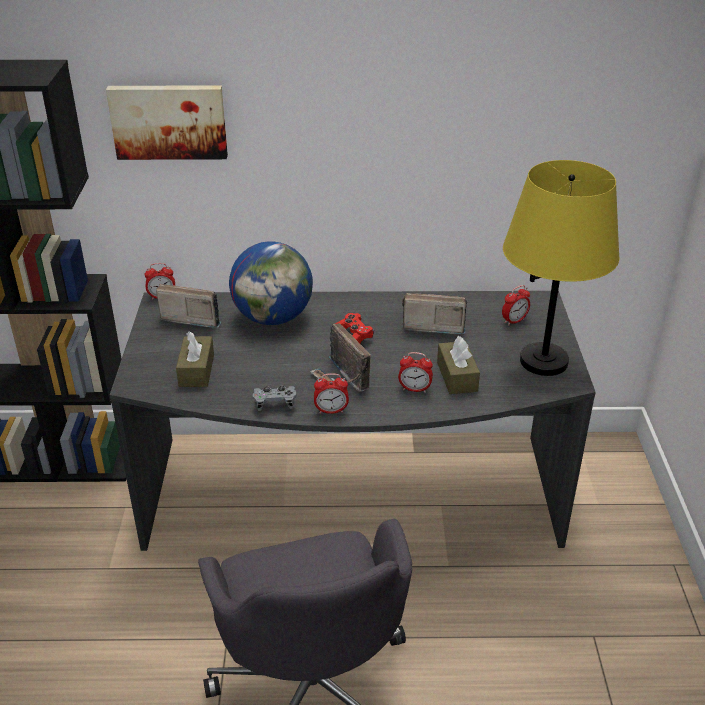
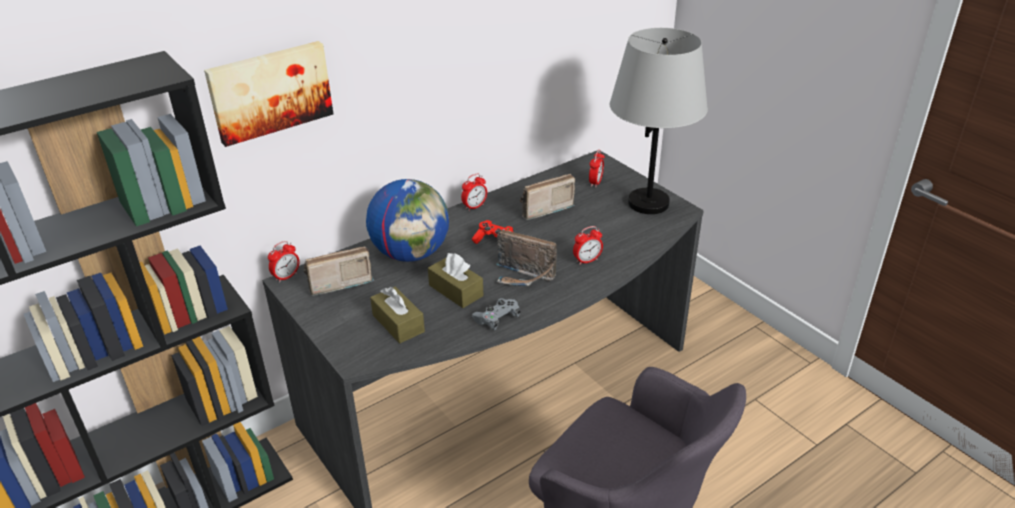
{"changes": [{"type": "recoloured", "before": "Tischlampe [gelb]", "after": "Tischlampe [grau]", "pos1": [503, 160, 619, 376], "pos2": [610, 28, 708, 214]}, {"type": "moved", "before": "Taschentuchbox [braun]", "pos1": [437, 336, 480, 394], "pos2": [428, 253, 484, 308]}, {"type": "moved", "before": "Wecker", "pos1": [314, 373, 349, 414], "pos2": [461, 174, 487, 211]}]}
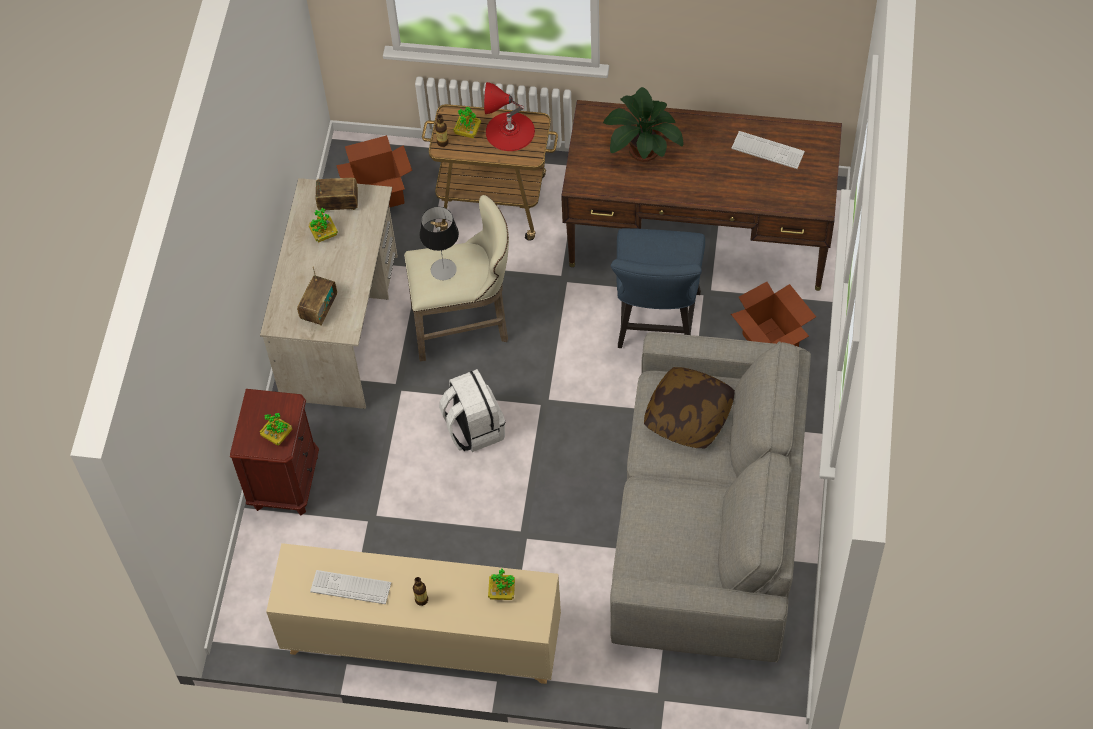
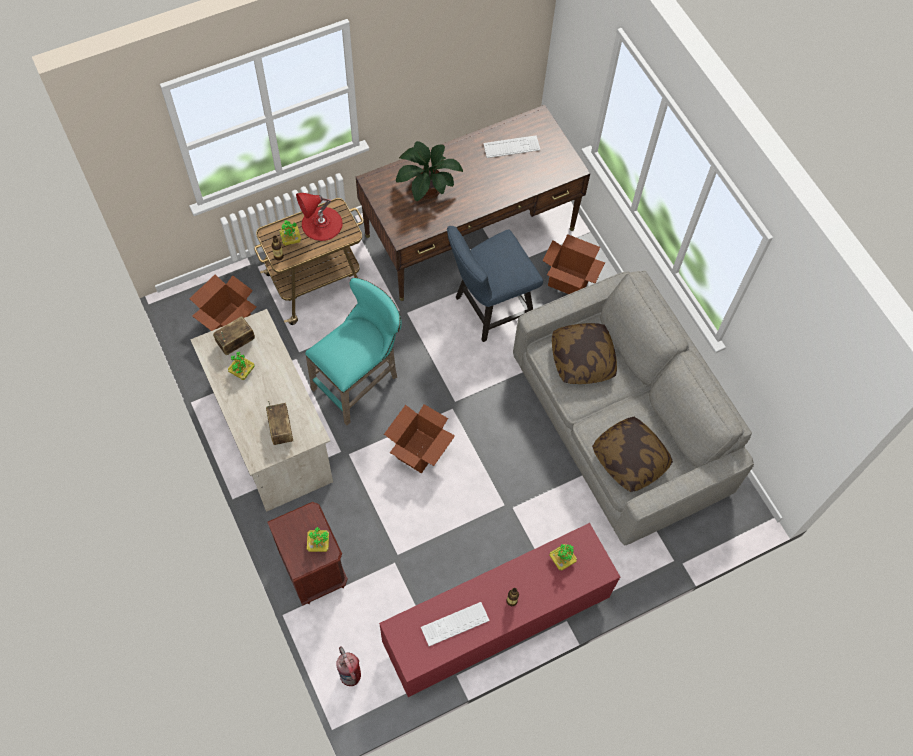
{"changes": [{"type": "recoloured", "before": "Hocker [beige]", "after": "Hocker [türkis]", "pos1": [404, 195, 509, 362], "pos2": [305, 277, 402, 426]}, {"type": "removed", "before": "Tischlampe", "pos1": [420, 206, 459, 280]}, {"type": "turned", "before": "Stuhl [blau]", "pos1": [611, 228, 705, 348], "pos2": [447, 226, 543, 342], "turn": 90}, {"type": "replaced", "before": "Rucksack [weiß]", "after": "Karton", "pos1": [439, 369, 505, 452], "pos2": [384, 404, 455, 473]}, {"type": "recoloured", "before": "Schrank [beige]", "after": "Schrank [rot]", "pos1": [266, 543, 561, 684], "pos2": [379, 523, 620, 697]}, {"type": "added", "after": "Kissen", "pos2": [592, 417, 673, 492]}, {"type": "added", "after": "Feuerlöscher", "pos2": [336, 646, 361, 686]}]}
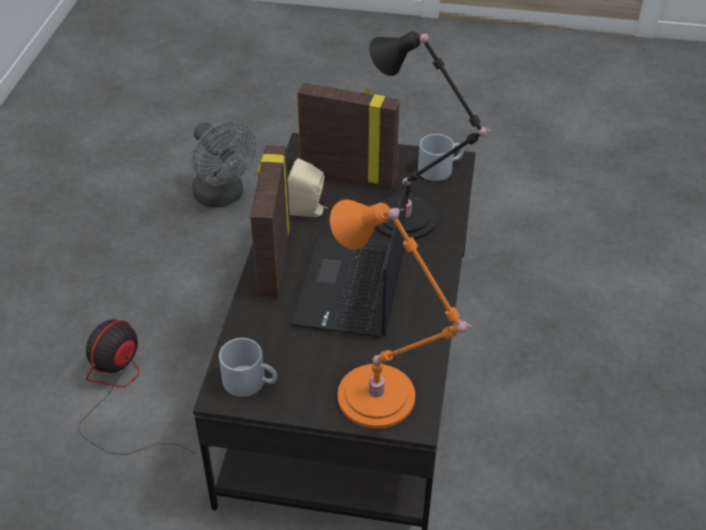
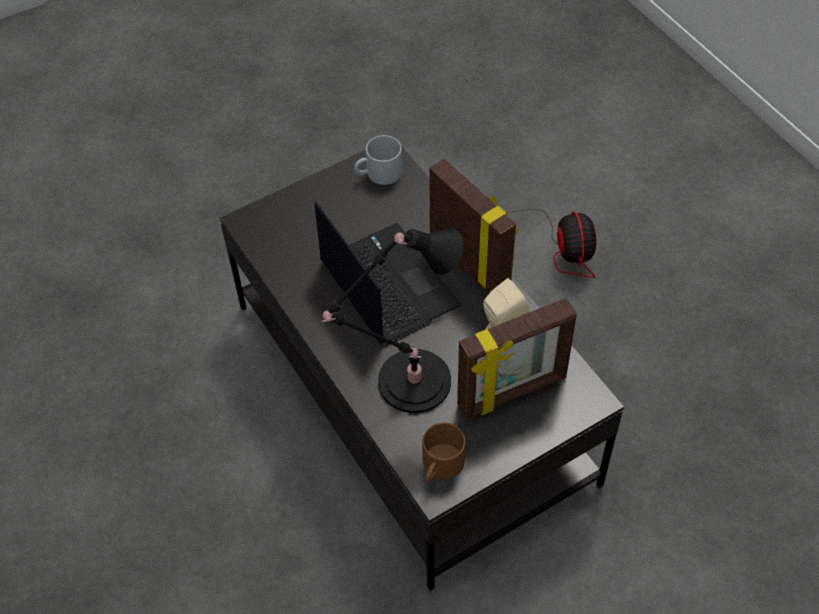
{"changes": [{"type": "removed", "before": "Ventilator [grau]", "pos1": [192, 121, 256, 207]}, {"type": "recoloured", "before": "Henkelbecher [grau]", "after": "Henkelbecher [braun]", "pos1": [418, 134, 464, 181], "pos2": [422, 423, 466, 483]}, {"type": "removed", "before": "Tischlampe [orange]", "pos1": [330, 200, 472, 428]}]}
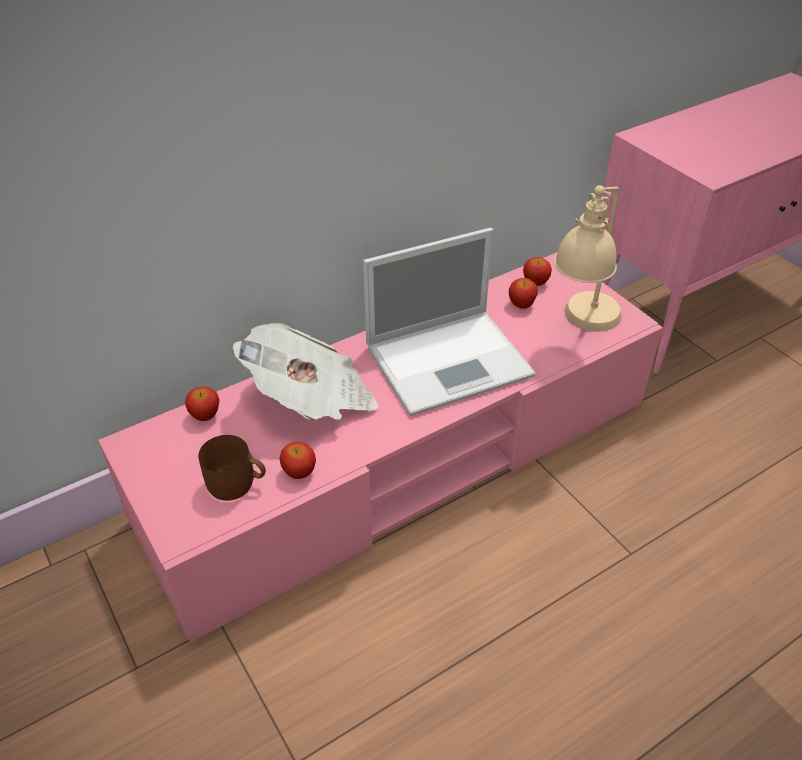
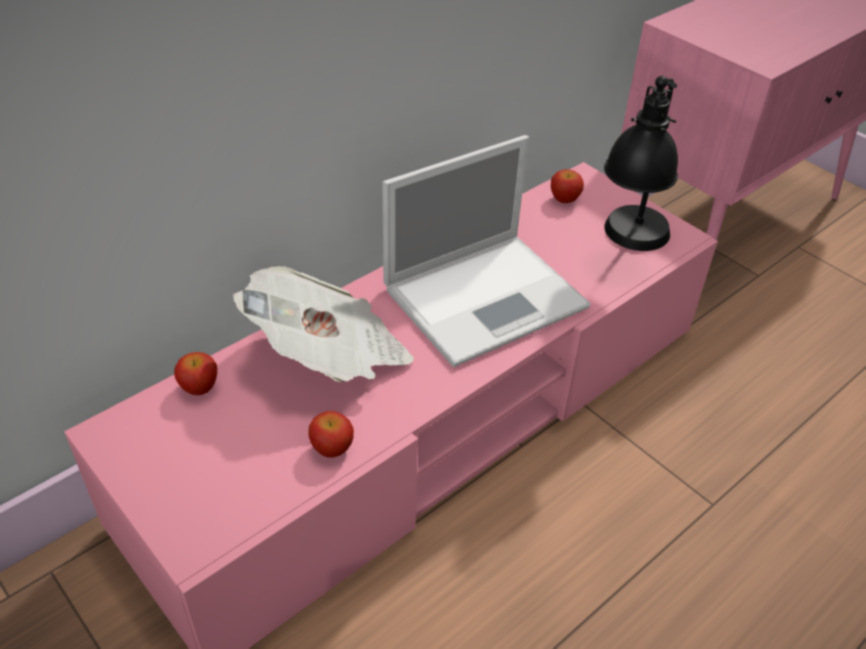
{"changes": [{"type": "recoloured", "before": "Tischlampe [beige]", "after": "Tischlampe [schwarz]", "pos1": [554, 185, 622, 332], "pos2": [604, 76, 678, 251]}, {"type": "removed", "before": "Apfel", "pos1": [509, 278, 538, 309]}, {"type": "removed", "before": "Henkelbecher [braun]", "pos1": [198, 435, 266, 501]}]}
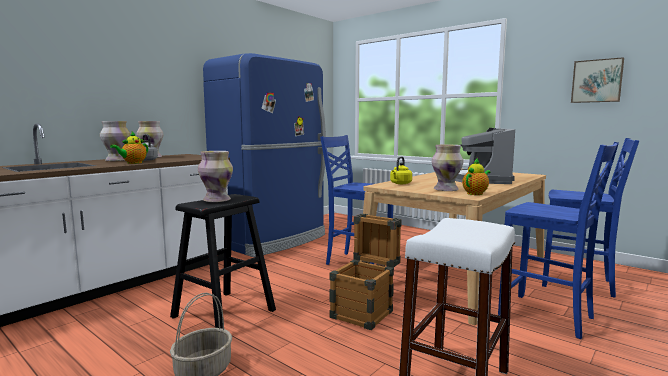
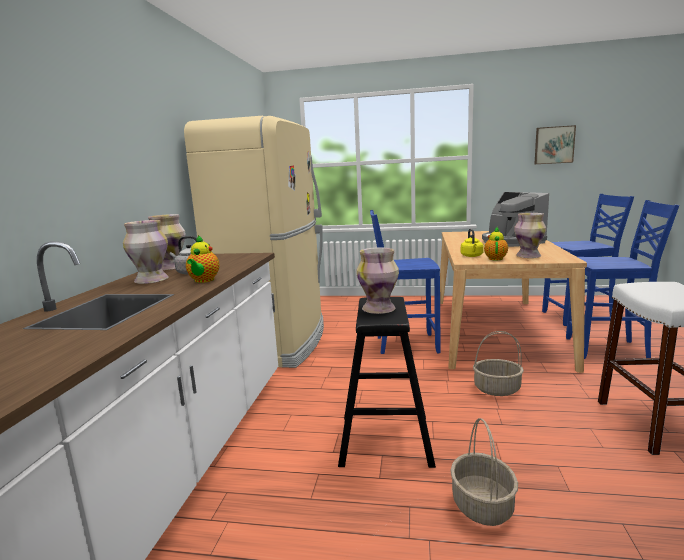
{"changes": [{"type": "recoloured", "before": "Kühlschrank [blau]", "after": "Kühlschrank [beige]", "pos1": [203, 53, 326, 257], "pos2": [184, 116, 324, 368]}, {"type": "moved", "before": "Teekanne", "pos1": [462, 158, 490, 195], "pos2": [484, 227, 508, 260]}, {"type": "replaced", "before": "Kiste", "after": "Korb", "pos1": [329, 214, 402, 330], "pos2": [473, 331, 524, 396]}]}
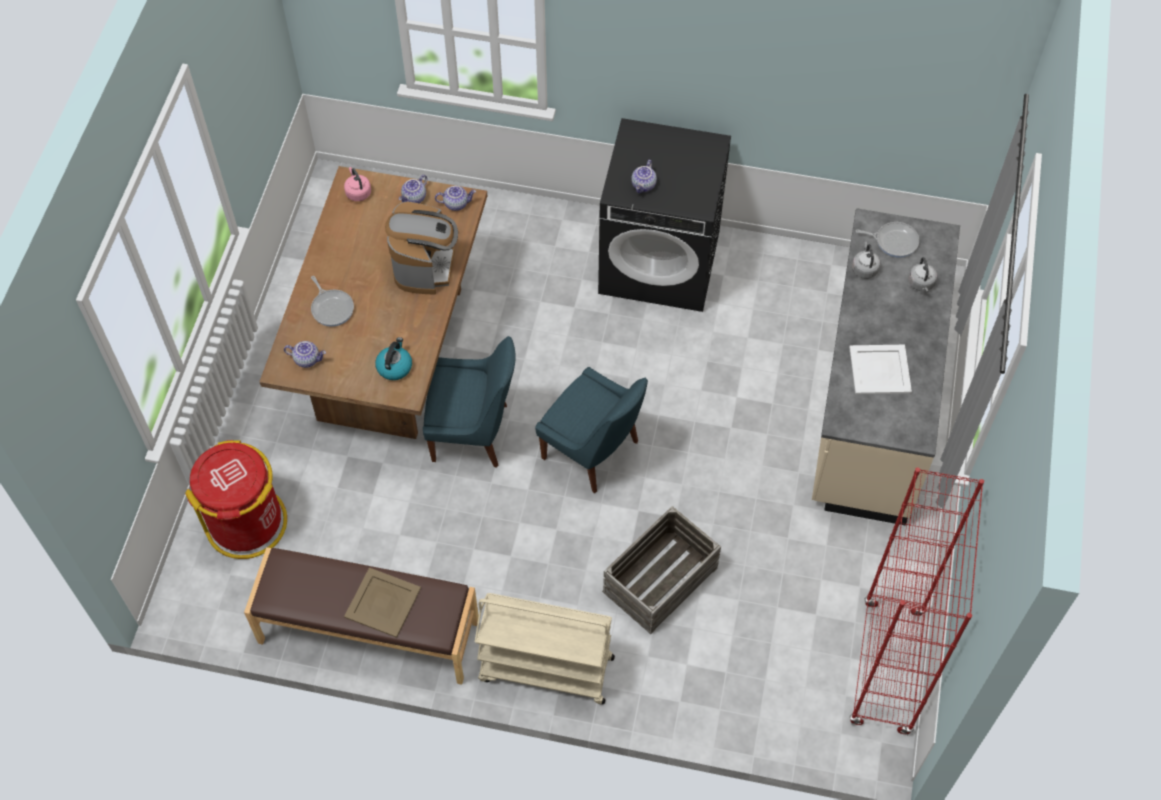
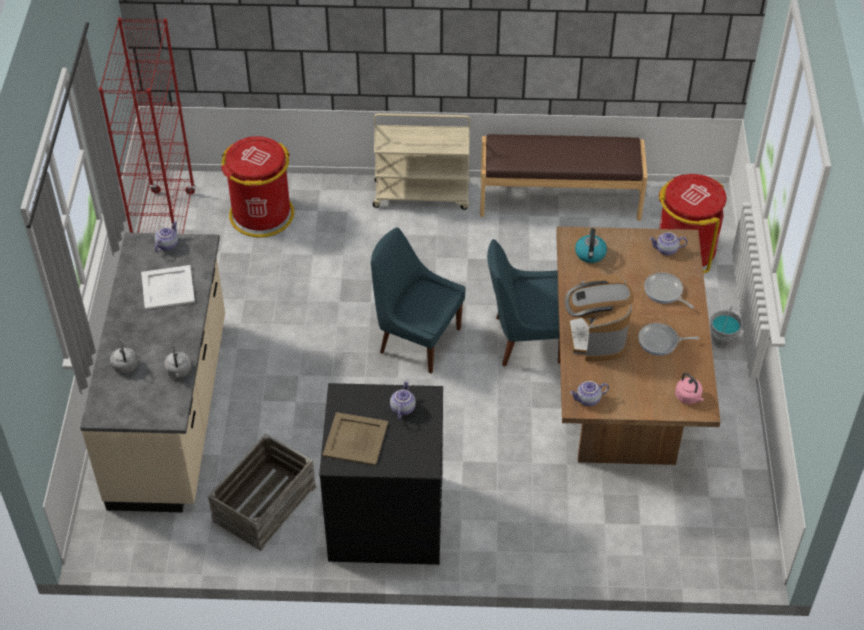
{"changes": [{"type": "moved", "before": "Teekanne", "pos1": [399, 175, 427, 203], "pos2": [154, 221, 178, 252]}, {"type": "moved", "before": "Pfanne", "pos1": [856, 222, 919, 258], "pos2": [638, 323, 699, 355]}, {"type": "moved", "before": "Kiste", "pos1": [602, 506, 721, 634], "pos2": [208, 433, 316, 551]}, {"type": "moved", "before": "Tablett [beige]", "pos1": [344, 568, 421, 638], "pos2": [323, 412, 388, 466]}, {"type": "added", "after": "Mülleimer [rot]", "pos2": [221, 136, 294, 237]}, {"type": "added", "after": "Eimer [grau]", "pos2": [710, 306, 743, 349]}]}
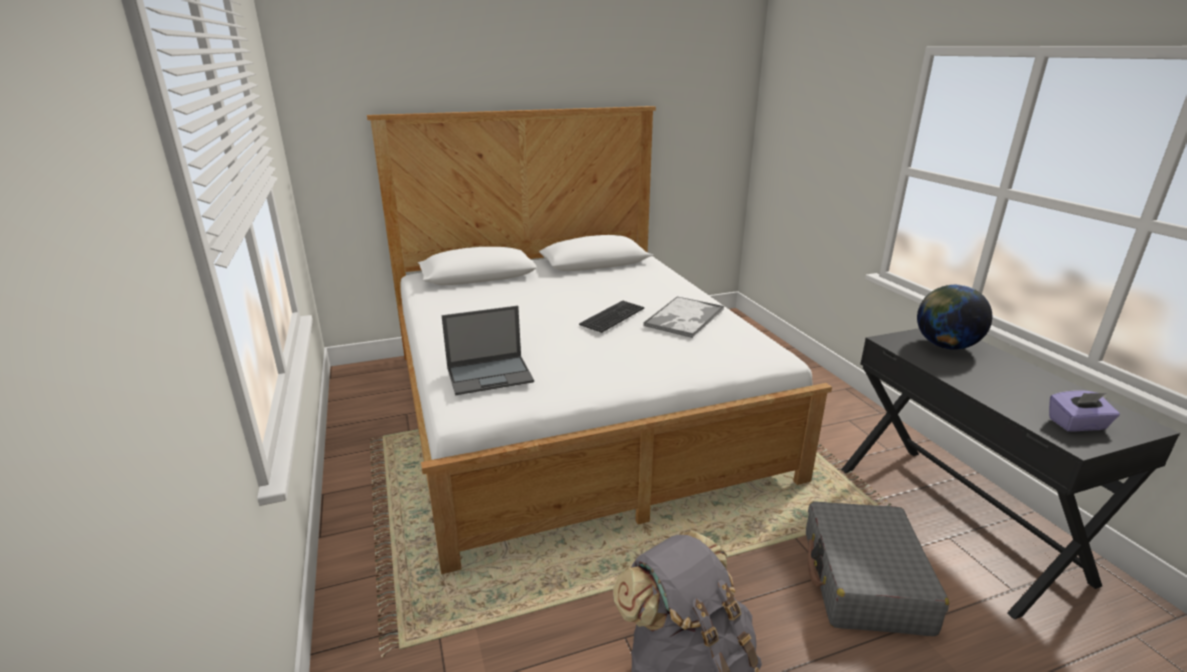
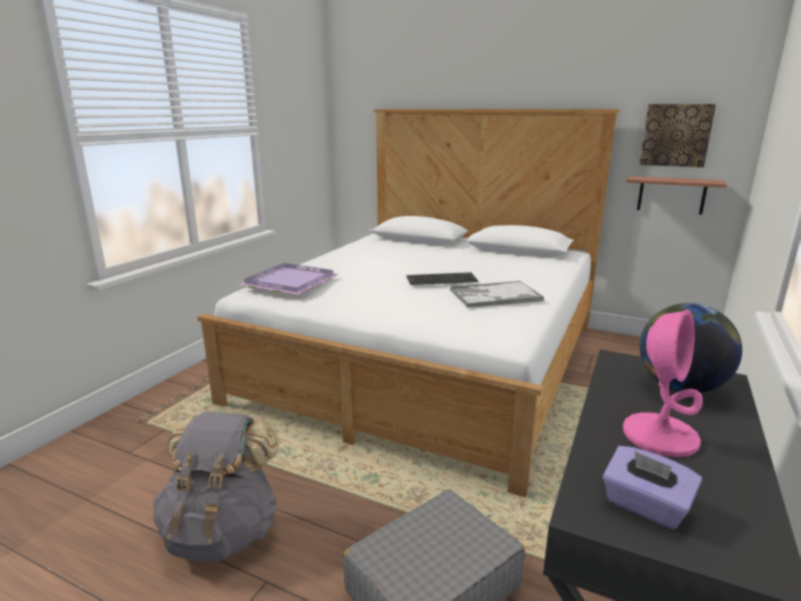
{"changes": [{"type": "replaced", "before": "Laptop", "after": "Tablett [lila]", "pos1": [441, 306, 534, 395], "pos2": [240, 263, 339, 295]}, {"type": "added", "after": "Bild", "pos2": [639, 104, 716, 167]}, {"type": "added", "after": "Wandregal", "pos2": [626, 176, 727, 215]}, {"type": "added", "after": "Tischlampe [rosa]", "pos2": [623, 310, 703, 458]}]}
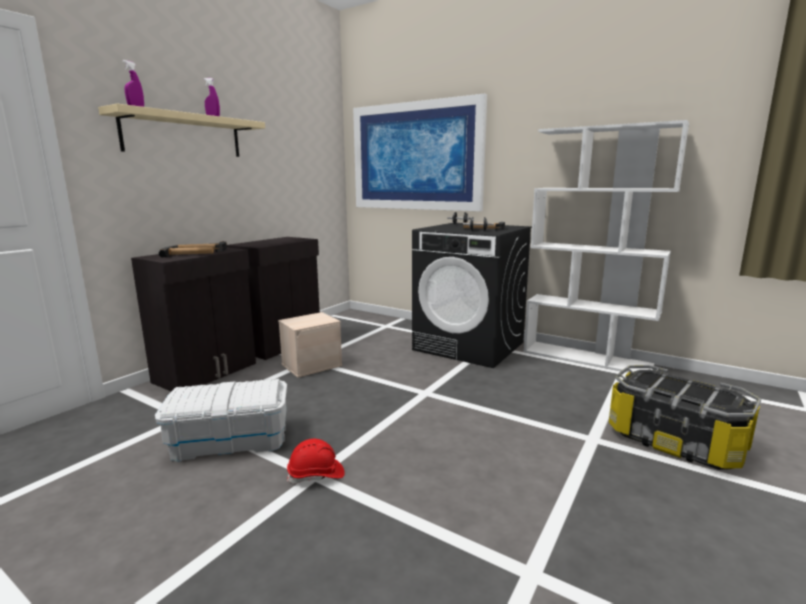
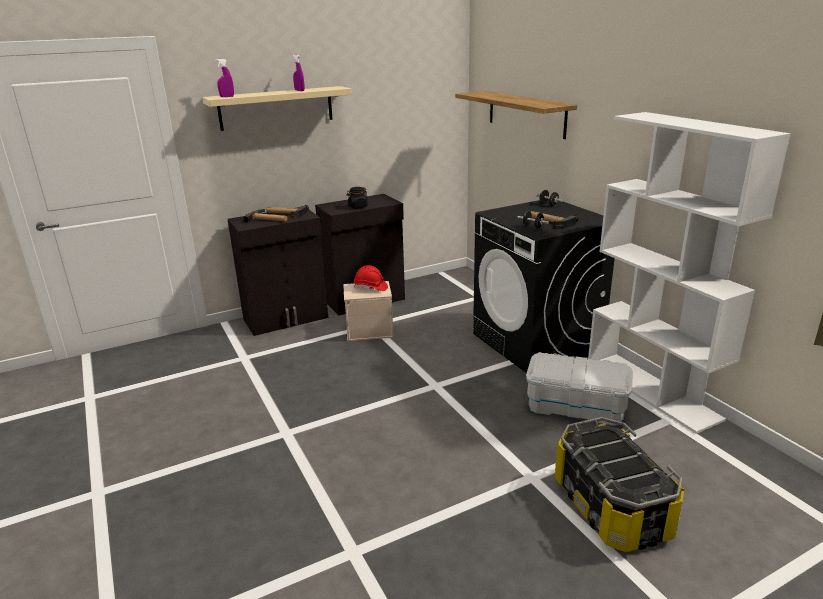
{"changes": [{"type": "replaced", "before": "Bild", "after": "Wandregal", "pos1": [353, 94, 487, 211], "pos2": [455, 91, 577, 139]}, {"type": "moved", "before": "Aufbewahrungsbox [weiß]", "pos1": [155, 379, 287, 461], "pos2": [526, 352, 632, 426]}, {"type": "moved", "before": "Schutzhelm [rot]", "pos1": [287, 439, 345, 484], "pos2": [354, 265, 388, 291]}, {"type": "added", "after": "Vorratsglas [schwarz]", "pos2": [346, 187, 368, 209]}]}
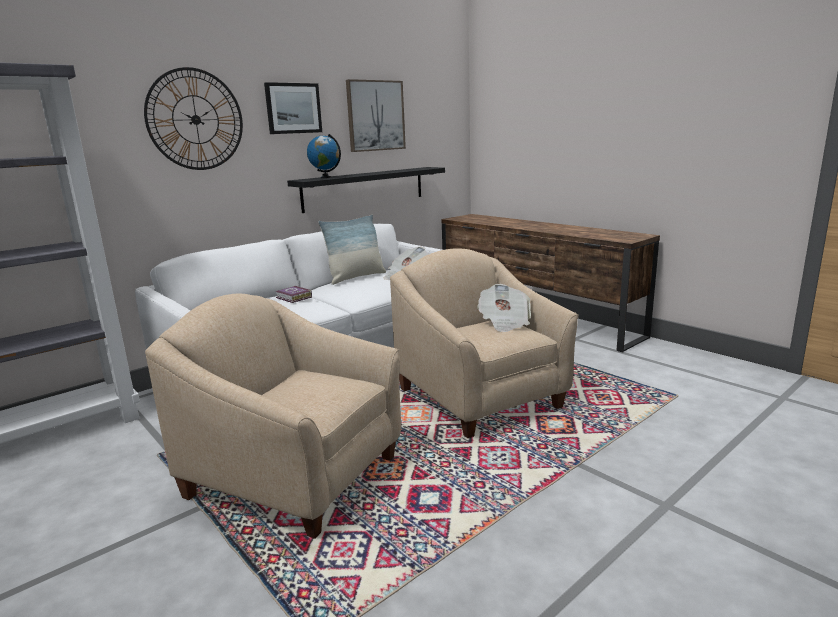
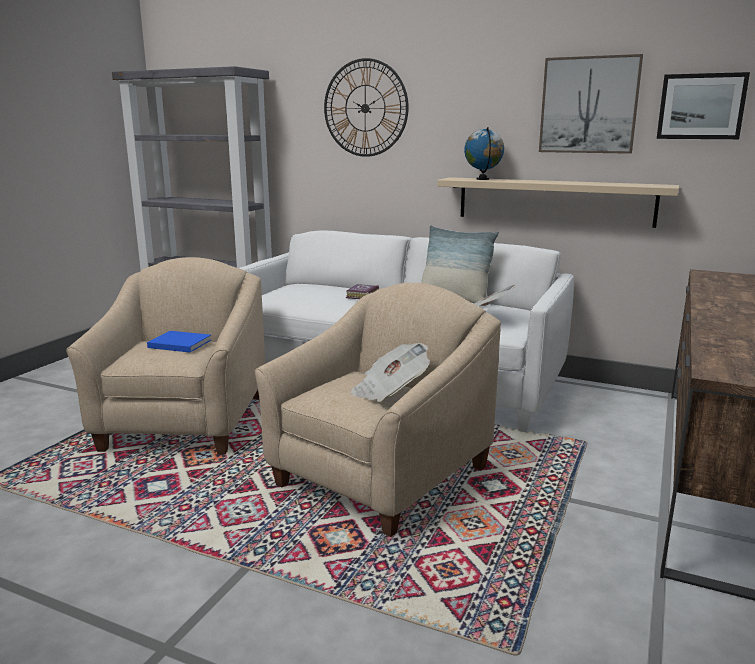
{"changes": [{"type": "moved", "before": "Bild", "pos1": [264, 82, 322, 134], "pos2": [657, 72, 750, 139]}, {"type": "recoloured", "before": "Wandregal [schwarz]", "after": "Wandregal [beige]", "pos1": [287, 167, 445, 213], "pos2": [437, 177, 679, 228]}, {"type": "added", "after": "Buch [blau]", "pos2": [147, 331, 211, 353]}]}
